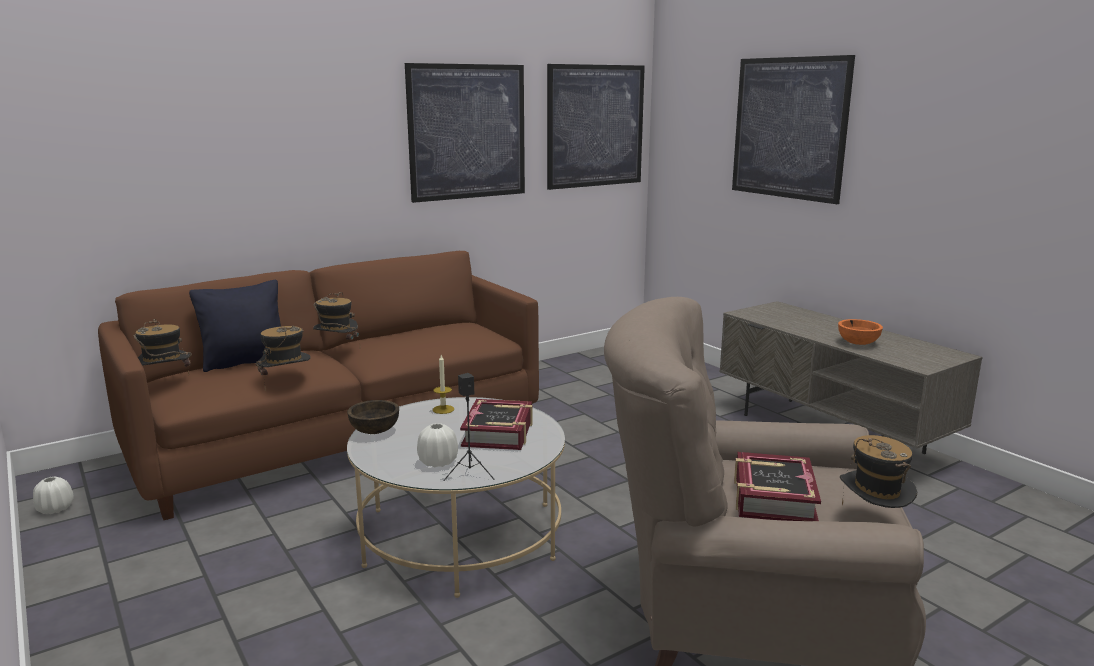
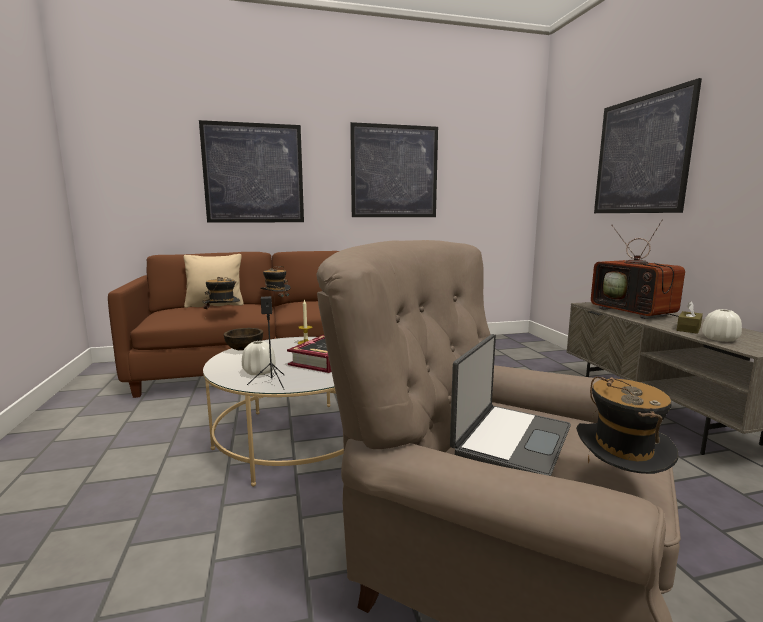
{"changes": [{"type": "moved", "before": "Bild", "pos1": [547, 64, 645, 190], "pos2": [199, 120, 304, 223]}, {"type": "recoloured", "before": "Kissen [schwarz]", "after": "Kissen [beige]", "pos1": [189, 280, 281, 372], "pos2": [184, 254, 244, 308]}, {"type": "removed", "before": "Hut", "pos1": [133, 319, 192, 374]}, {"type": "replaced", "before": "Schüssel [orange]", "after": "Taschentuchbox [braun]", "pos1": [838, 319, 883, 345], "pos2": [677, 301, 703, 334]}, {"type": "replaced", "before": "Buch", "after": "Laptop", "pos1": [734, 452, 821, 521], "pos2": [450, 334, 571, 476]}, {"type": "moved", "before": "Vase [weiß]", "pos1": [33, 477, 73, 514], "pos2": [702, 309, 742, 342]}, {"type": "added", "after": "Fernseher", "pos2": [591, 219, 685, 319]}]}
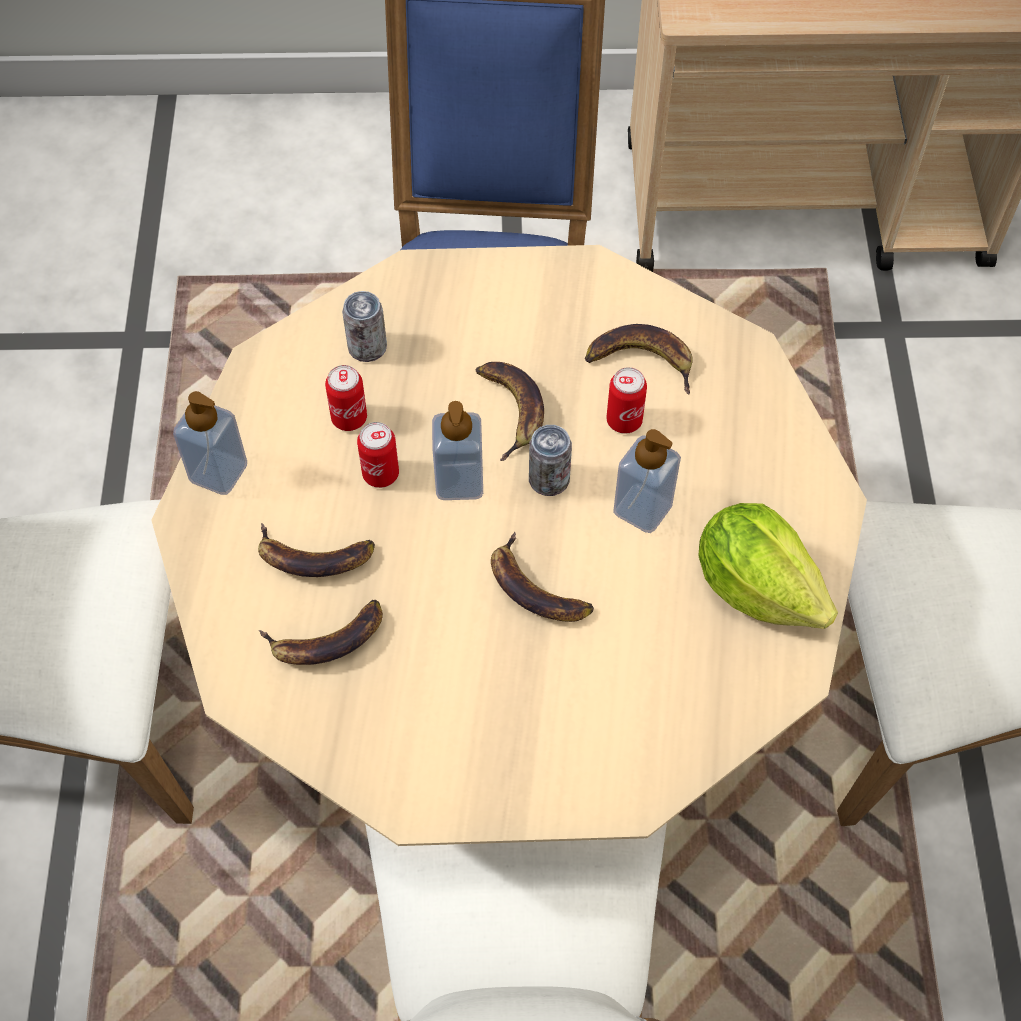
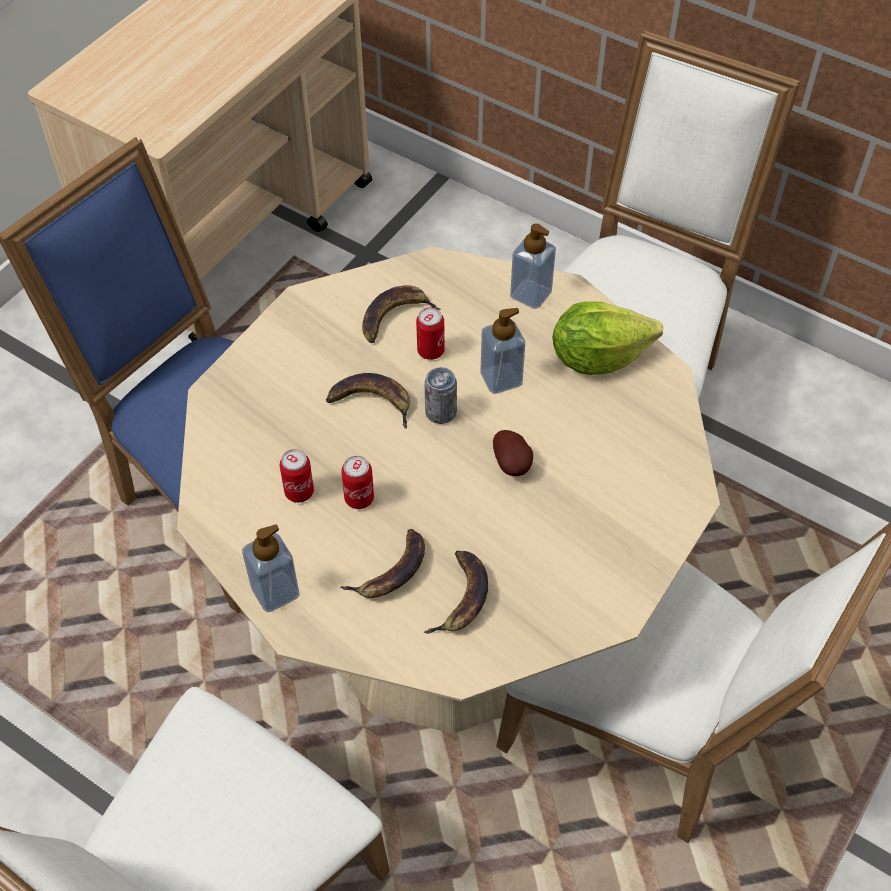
{"changes": [{"type": "removed", "before": "Dose", "pos1": [342, 291, 387, 362]}, {"type": "moved", "before": "Seifenspender", "pos1": [432, 401, 483, 500], "pos2": [510, 224, 556, 309]}, {"type": "replaced", "before": "Banane", "after": "Kartoffel", "pos1": [491, 532, 594, 622], "pos2": [493, 430, 533, 476]}]}
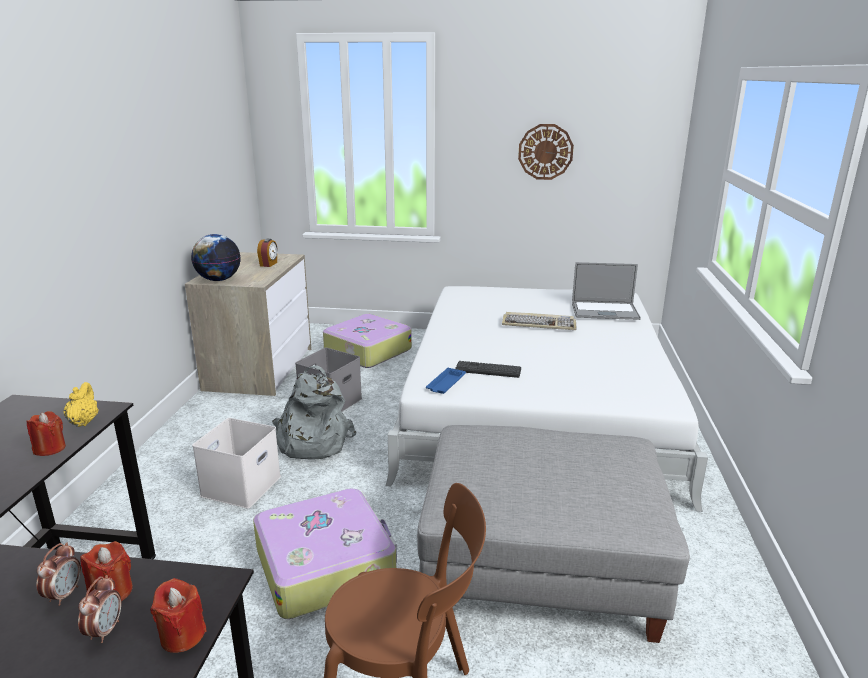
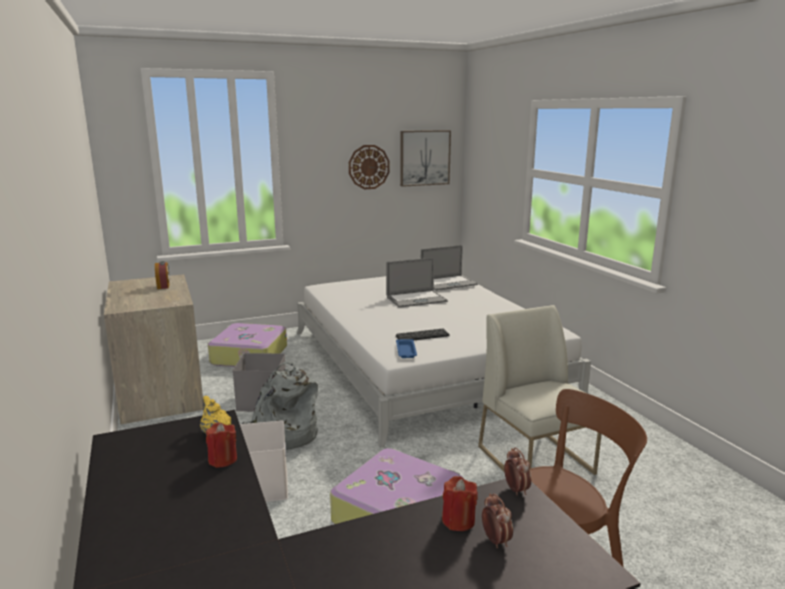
{"changes": [{"type": "removed", "before": "Globus", "pos1": [191, 234, 241, 281]}, {"type": "replaced", "before": "Tastatur", "after": "Laptop", "pos1": [502, 312, 576, 330], "pos2": [386, 258, 448, 308]}, {"type": "replaced", "before": "Polsterhocker [grau]", "after": "Stuhl [weiß]", "pos1": [417, 425, 690, 643], "pos2": [478, 305, 602, 475]}, {"type": "moved", "before": "Wecker", "pos1": [36, 542, 81, 606], "pos2": [504, 448, 531, 495]}, {"type": "removed", "before": "Kerze [rot]", "pos1": [150, 578, 207, 653]}, {"type": "added", "after": "Bild", "pos2": [400, 130, 451, 187]}]}
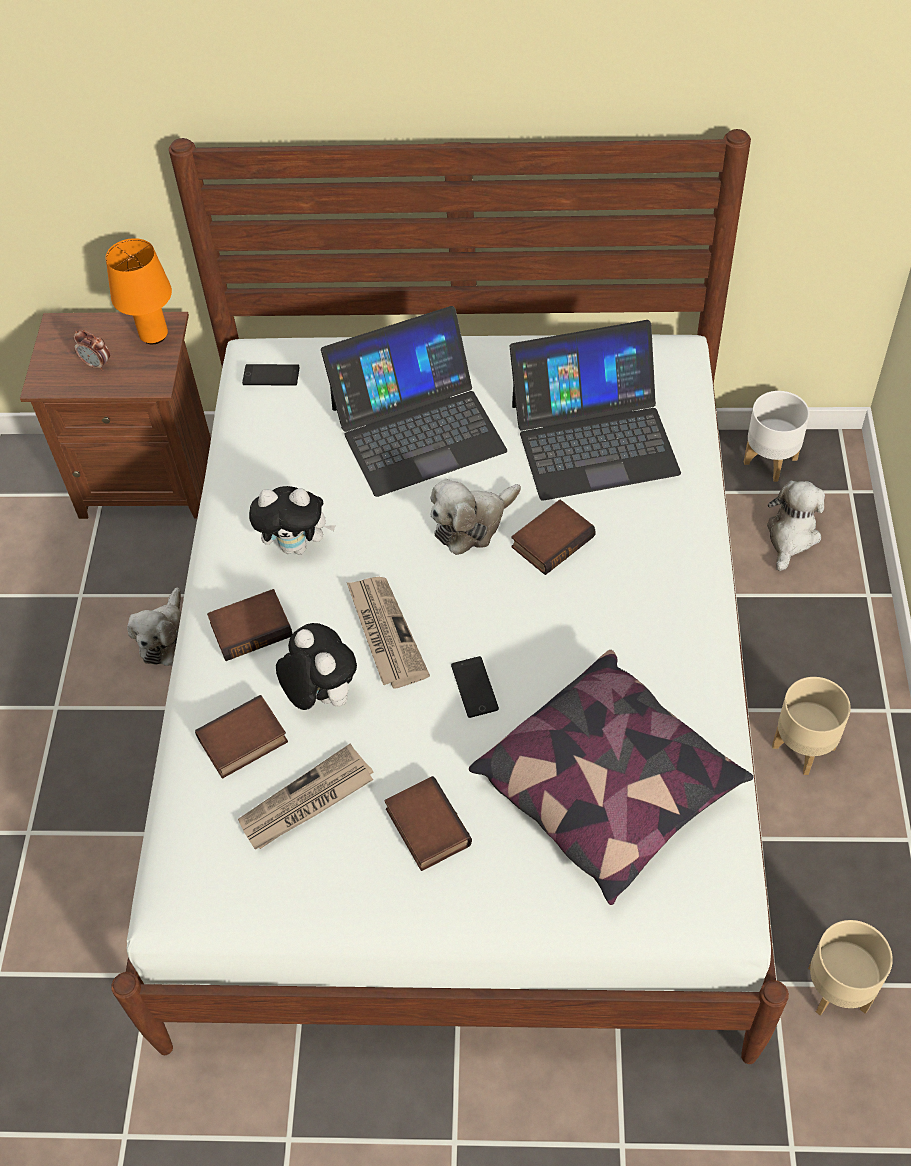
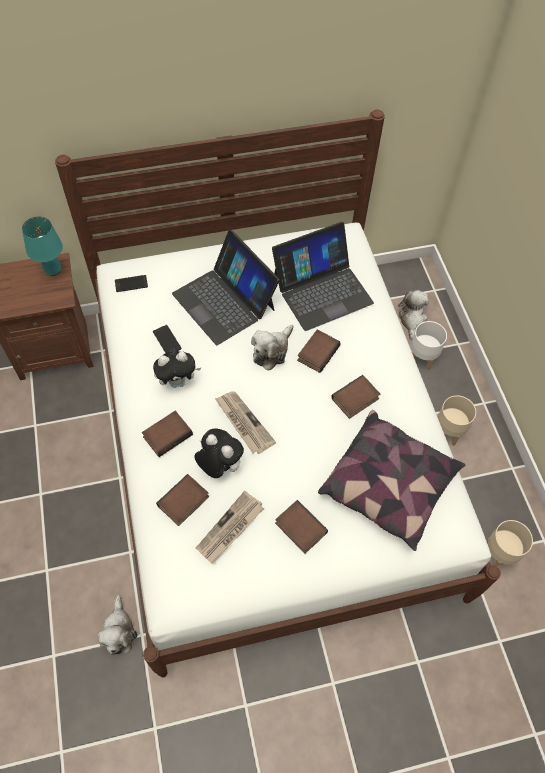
{"changes": [{"type": "recoloured", "before": "Tischlampe [orange]", "after": "Tischlampe [türkis]", "pos1": [105, 238, 172, 344], "pos2": [22, 217, 63, 276]}, {"type": "turned", "before": "Laptop", "pos1": [321, 306, 507, 497], "pos2": [172, 230, 279, 345], "turn": 90}, {"type": "removed", "before": "Wecker", "pos1": [73, 330, 110, 371]}, {"type": "moved", "before": "Pflanzkübel [weiß]", "pos1": [744, 391, 810, 482], "pos2": [411, 321, 447, 370]}, {"type": "moved", "before": "Plüschtier", "pos1": [127, 587, 181, 666], "pos2": [98, 595, 137, 655]}, {"type": "moved", "before": "Handy", "pos1": [451, 656, 499, 718], "pos2": [153, 325, 182, 353]}, {"type": "added", "after": "Buch", "pos2": [331, 375, 380, 419]}]}
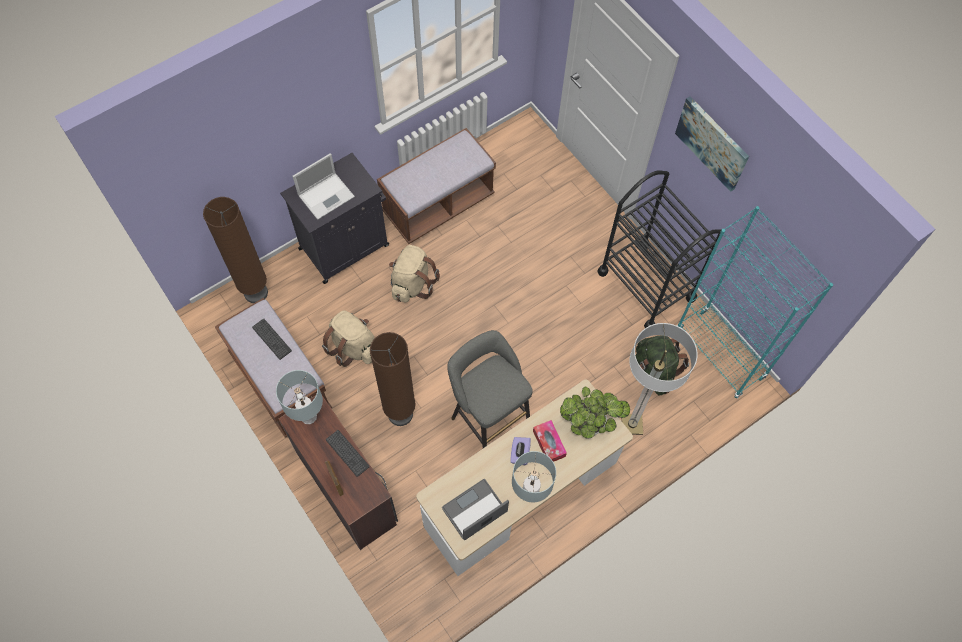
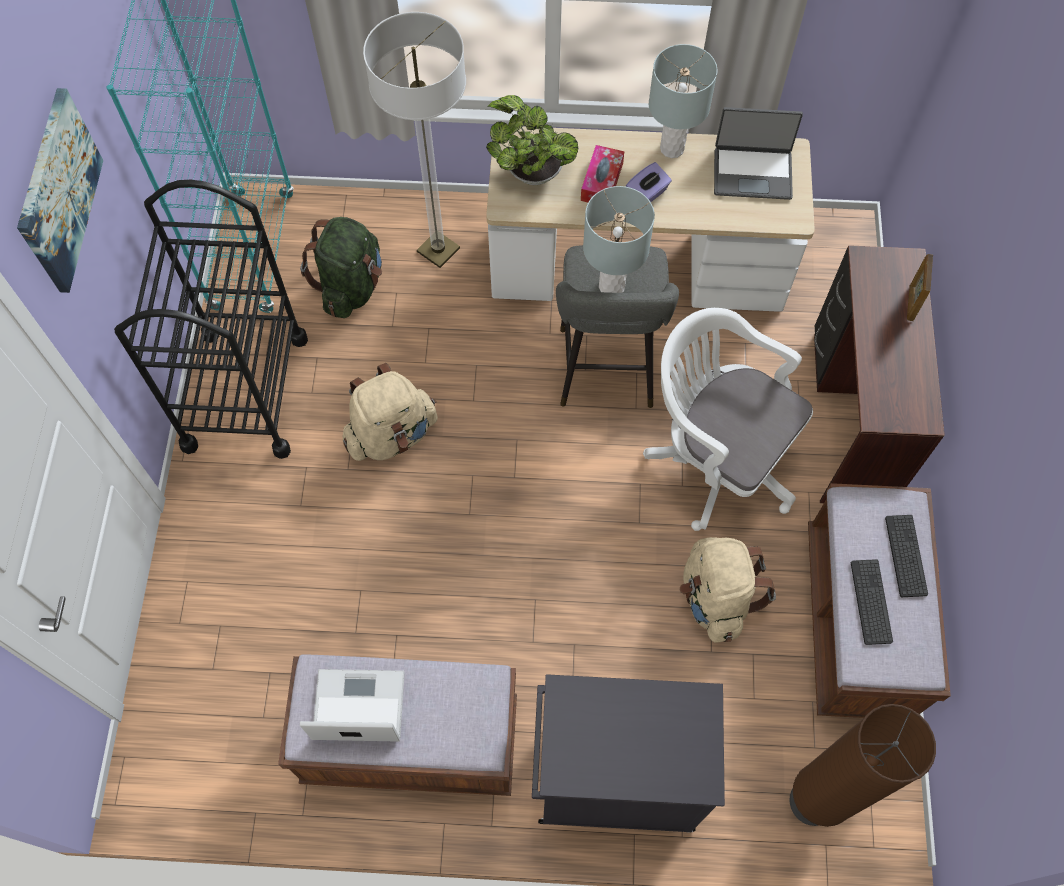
{"changes": [{"type": "moved", "before": "Laptop", "pos1": [292, 153, 355, 220], "pos2": [300, 669, 405, 742]}, {"type": "moved", "before": "Rucksack [beige]", "pos1": [389, 245, 440, 302], "pos2": [343, 363, 438, 461]}, {"type": "replaced", "before": "Stehlampe [braun]", "after": "Bürostuhl [weiß]", "pos1": [370, 332, 416, 426], "pos2": [643, 308, 813, 531]}, {"type": "moved", "before": "Tischlampe [grau]", "pos1": [276, 370, 323, 424], "pos2": [583, 186, 655, 293]}, {"type": "moved", "before": "Tastatur", "pos1": [326, 430, 370, 477], "pos2": [885, 515, 928, 597]}]}
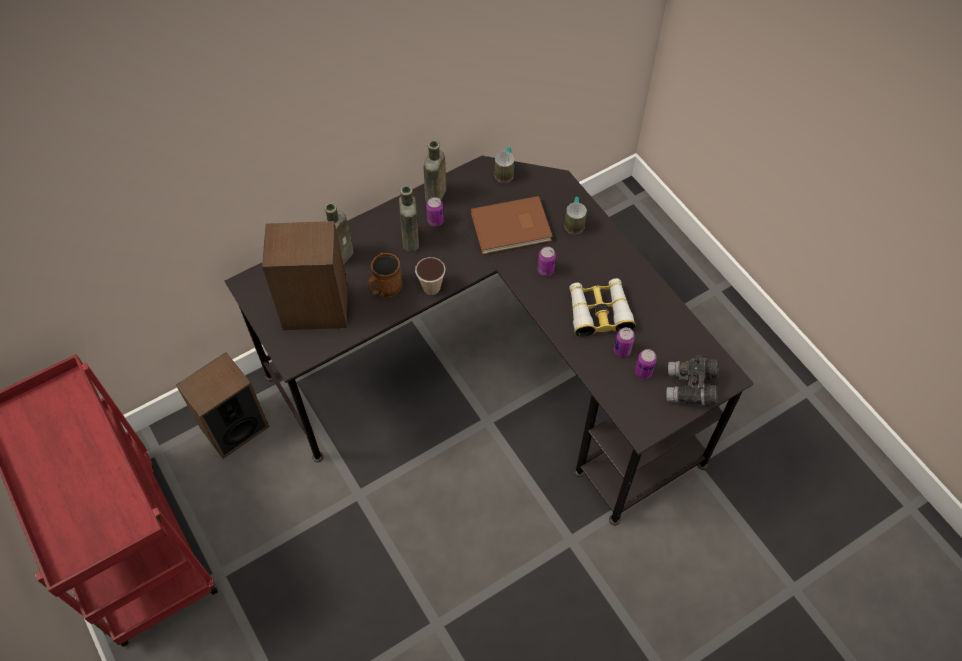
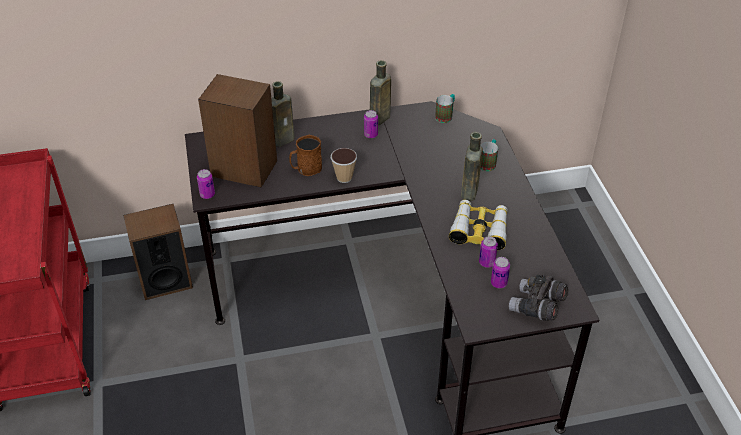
{"changes": [{"type": "moved", "before": "Flasche [braun]", "pos1": [399, 185, 419, 252], "pos2": [461, 132, 483, 201]}, {"type": "removed", "before": "Buch [braun]", "pos1": [471, 196, 553, 254]}, {"type": "moved", "before": "Dose", "pos1": [538, 246, 556, 276], "pos2": [197, 169, 215, 199]}]}
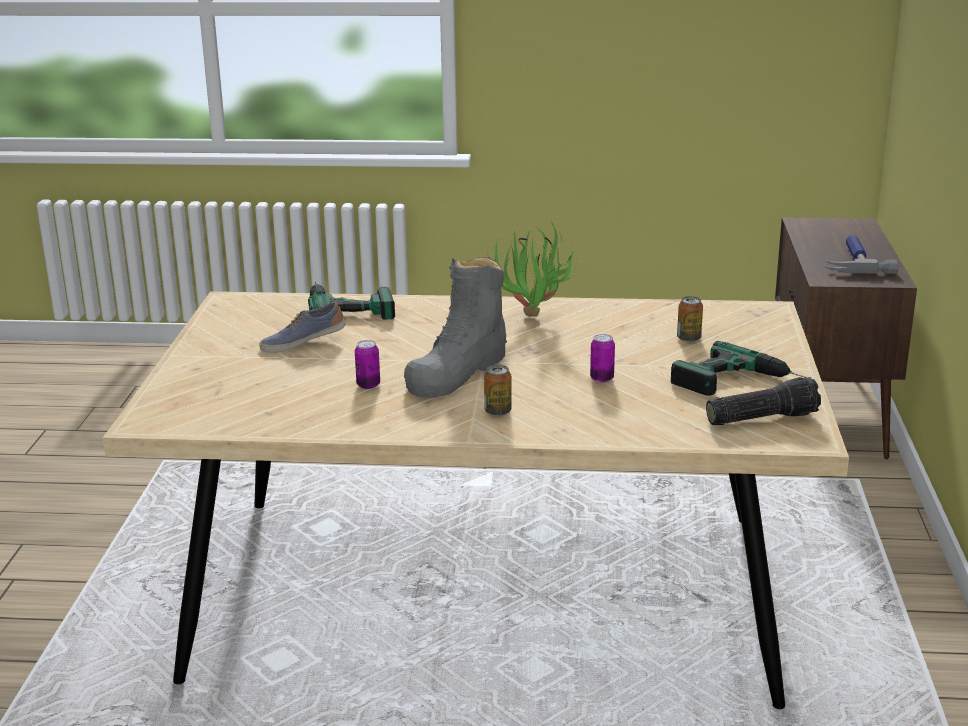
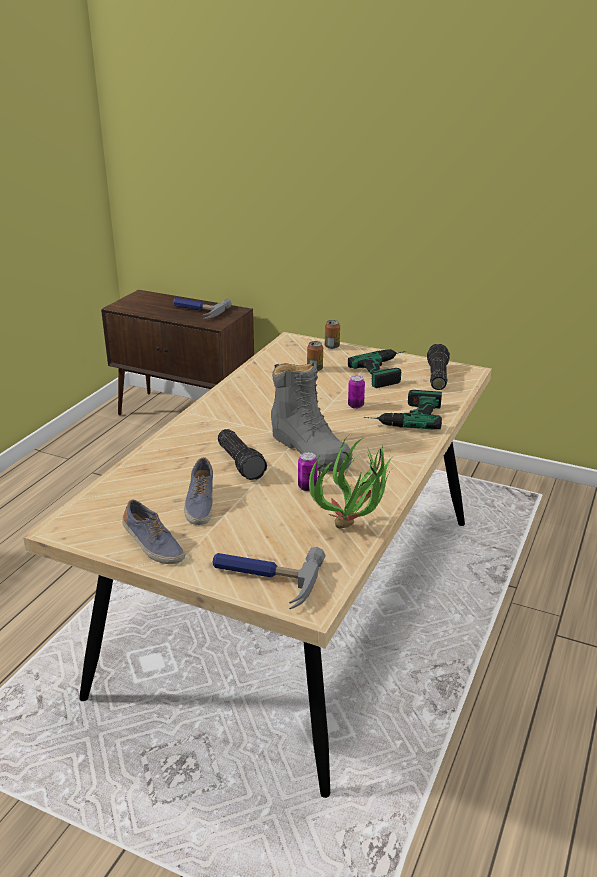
{"changes": [{"type": "moved", "before": "Topfpflanze", "pos1": [487, 221, 581, 317], "pos2": [309, 436, 394, 529]}, {"type": "moved", "before": "Bohrmaschine", "pos1": [308, 282, 395, 320], "pos2": [364, 390, 442, 430]}, {"type": "moved", "before": "Dose", "pos1": [484, 365, 511, 416], "pos2": [325, 320, 340, 349]}, {"type": "added", "after": "Taschenlampe", "pos2": [218, 429, 267, 480]}, {"type": "added", "after": "Schuh", "pos2": [122, 500, 185, 564]}, {"type": "added", "after": "Hammer", "pos2": [213, 547, 326, 609]}]}
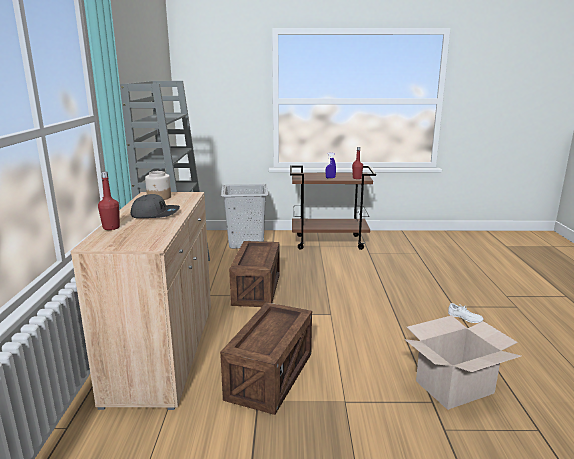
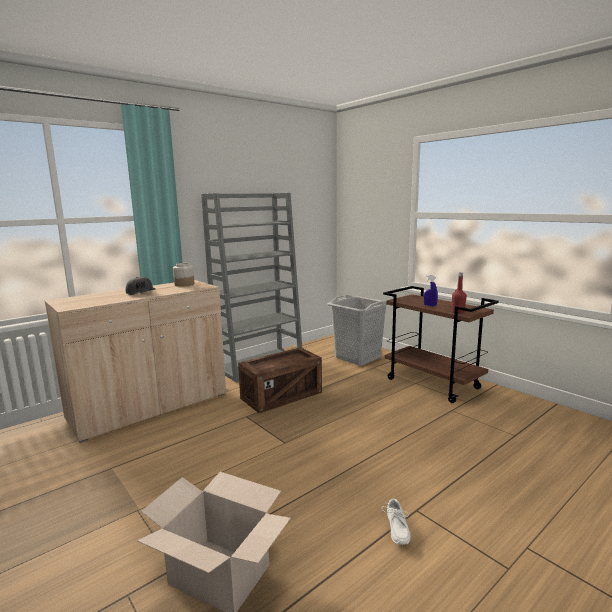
{"changes": [{"type": "removed", "before": "Flasche [rot]", "pos1": [98, 171, 120, 230]}, {"type": "removed", "before": "Kiste", "pos1": [220, 302, 312, 415]}]}
